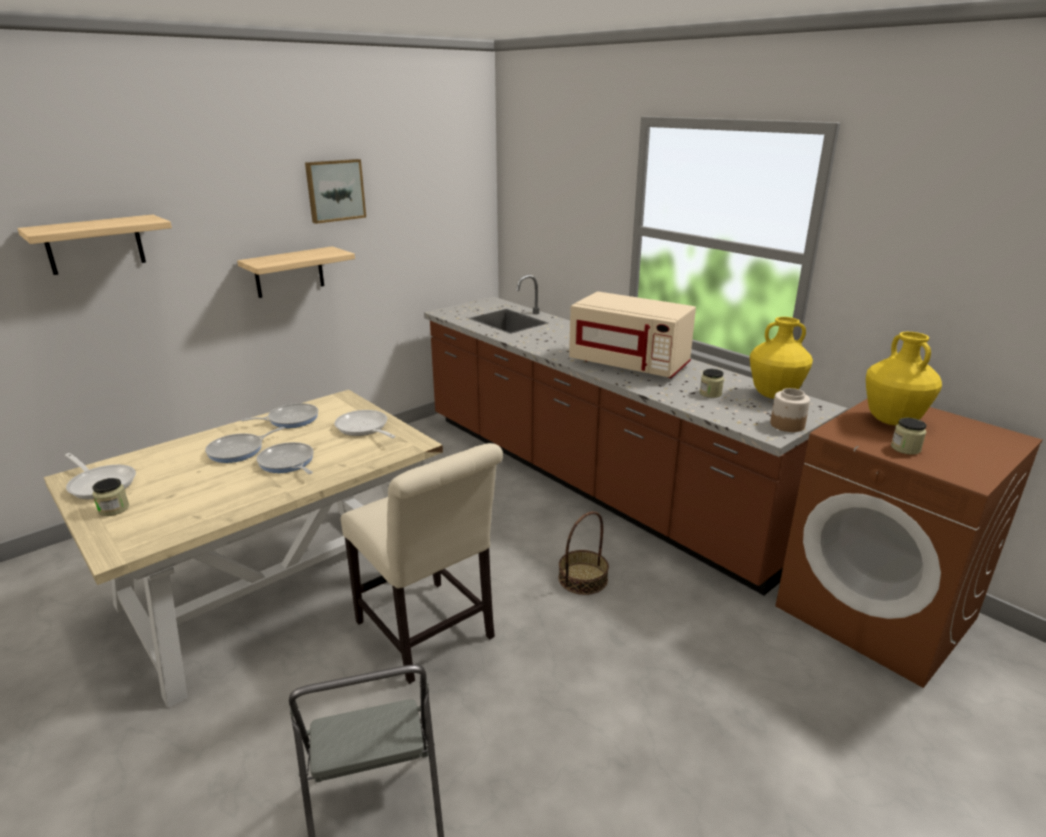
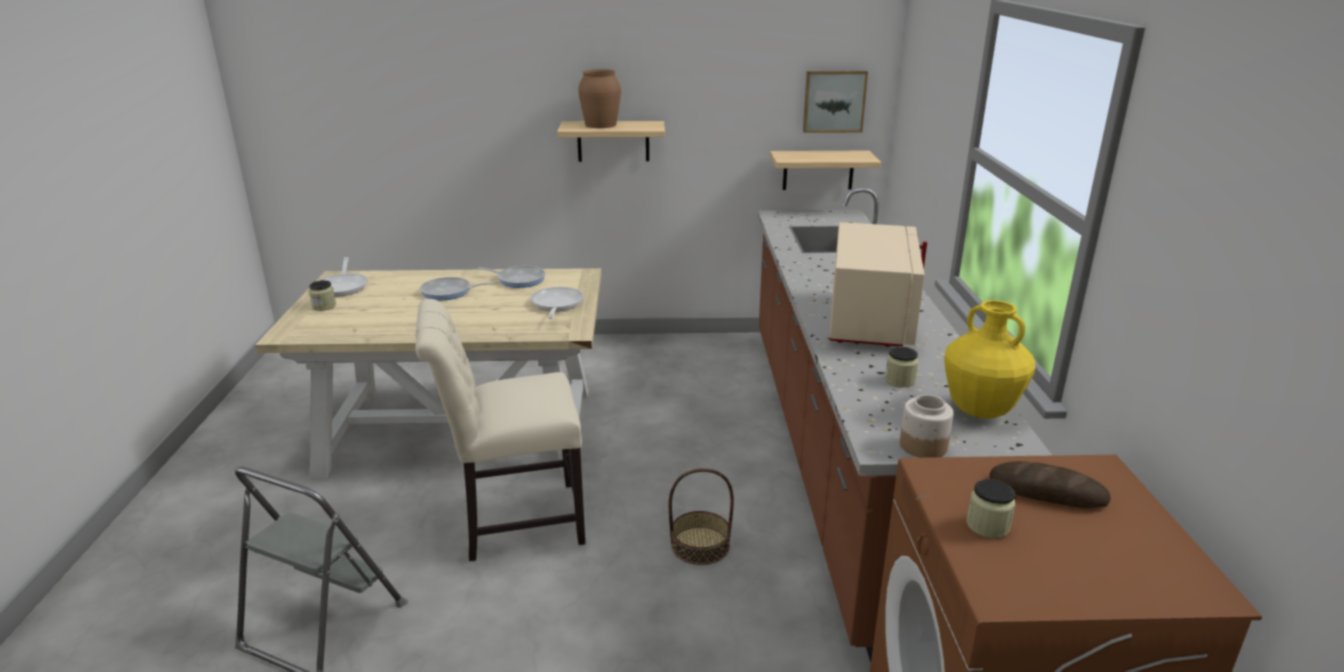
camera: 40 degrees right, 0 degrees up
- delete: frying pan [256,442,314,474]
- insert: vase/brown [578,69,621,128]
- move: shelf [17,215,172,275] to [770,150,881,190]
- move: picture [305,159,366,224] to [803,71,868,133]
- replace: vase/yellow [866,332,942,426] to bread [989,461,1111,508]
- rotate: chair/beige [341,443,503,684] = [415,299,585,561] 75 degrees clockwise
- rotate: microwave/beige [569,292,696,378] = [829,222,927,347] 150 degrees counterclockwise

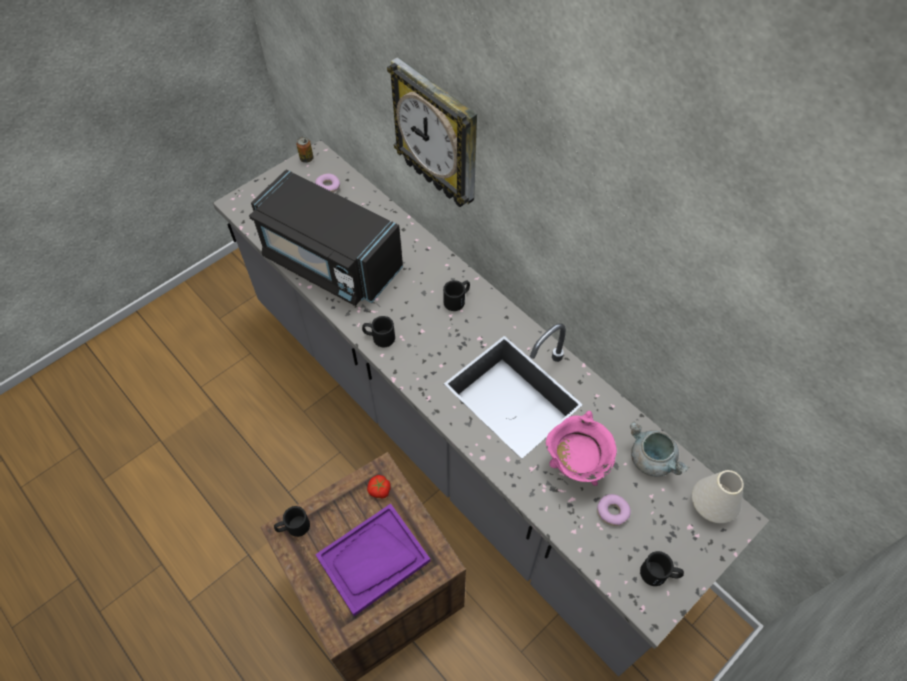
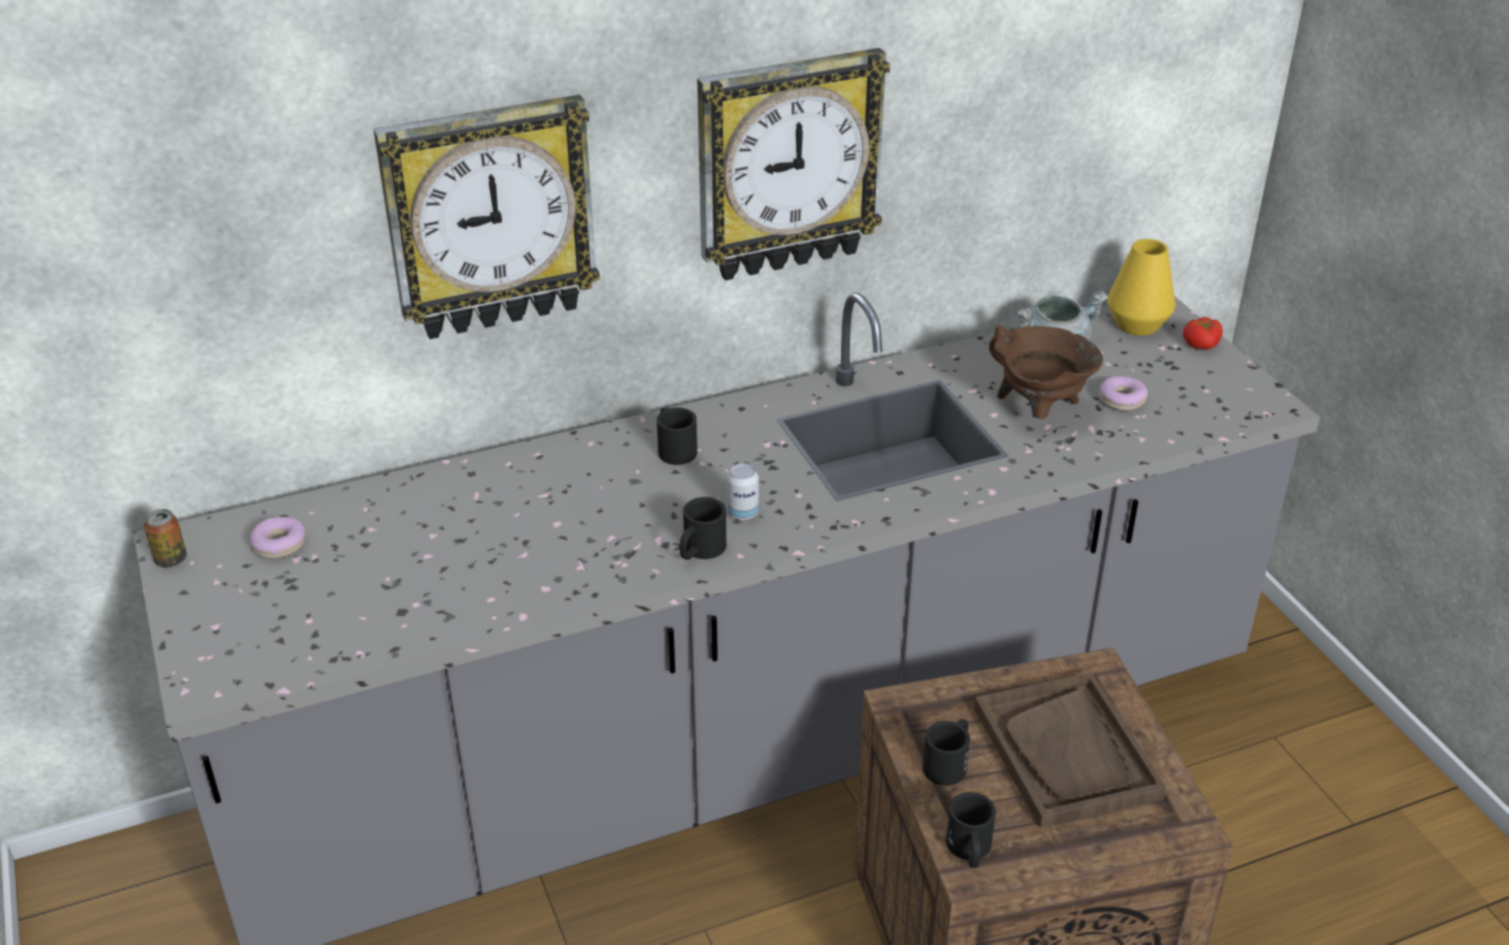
camera: 70 degrees left, 20 degrees down
- delete: microwave/black [249,169,403,306]
- insert: wall clock [697,48,890,281]
- insert: can [727,463,759,520]
- move: tomato [367,475,391,499] to [1183,317,1223,349]
- move: mug/black [640,551,684,586] to [923,719,970,786]
- recolor: tray/purple [315,504,430,616] to tray/brown [974,672,1166,828]
- recolor: cooking pot/pink [546,411,617,486] to cooking pot/brown [989,325,1103,419]
- recolor: vase/white [692,470,744,523] to vase/yellow [1107,239,1176,336]

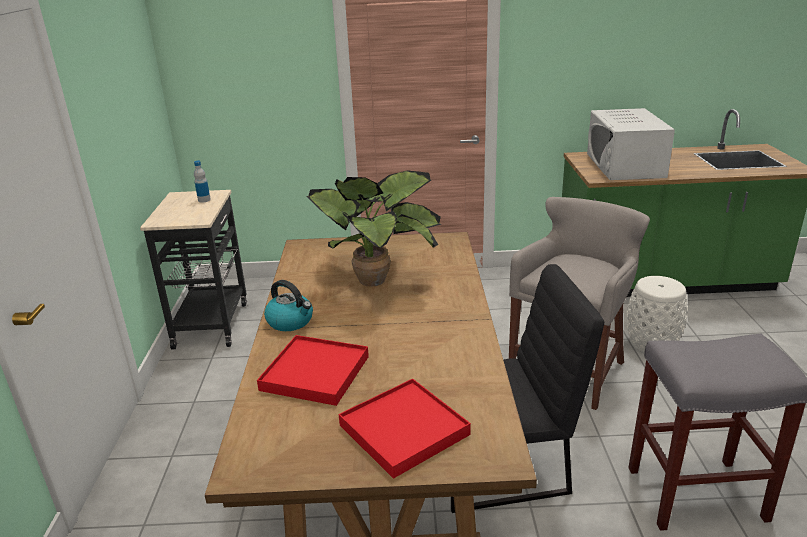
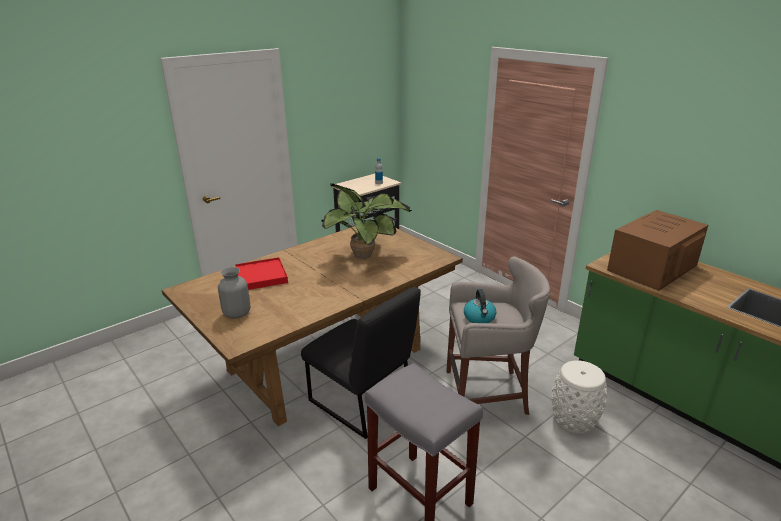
camera: 50 degrees right, 0 degrees up
- move: kettle [264,280,313,331] to [464,289,496,323]
- replace: tray/red [339,379,471,479] to vase/grey [218,267,251,318]
- recolor: microwave/white [587,108,675,180] to microwave/brown [607,210,708,291]

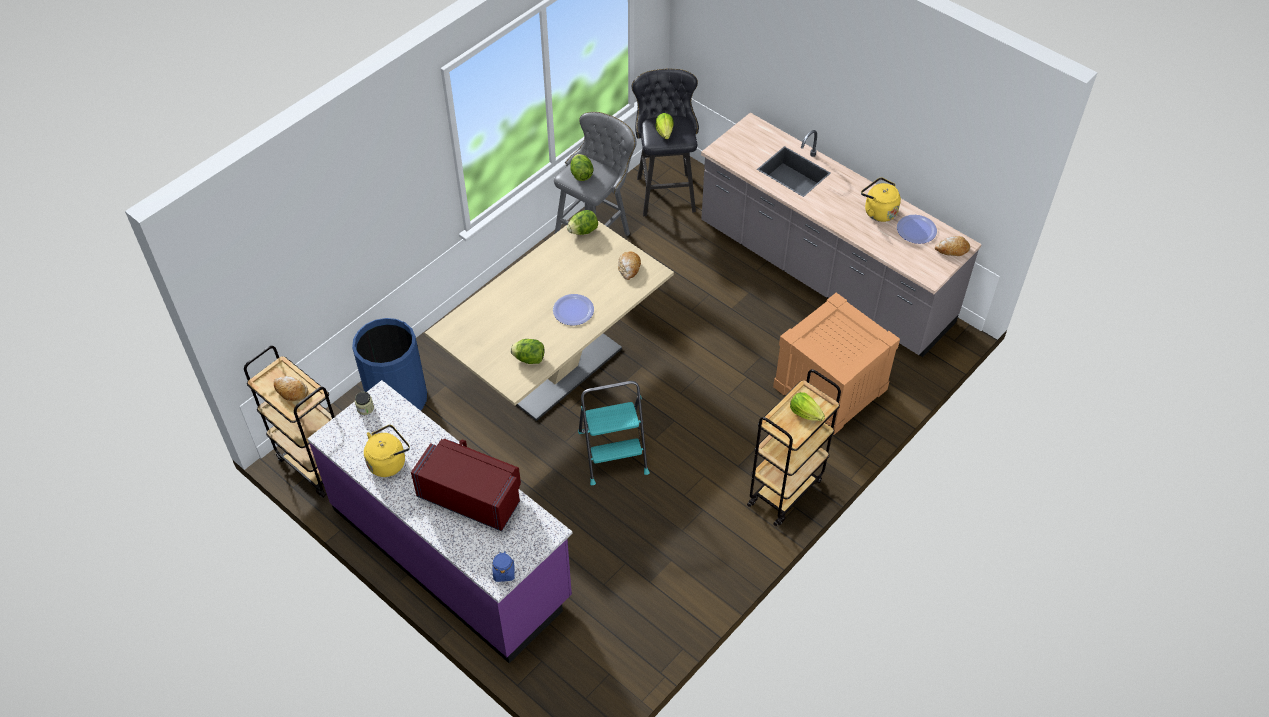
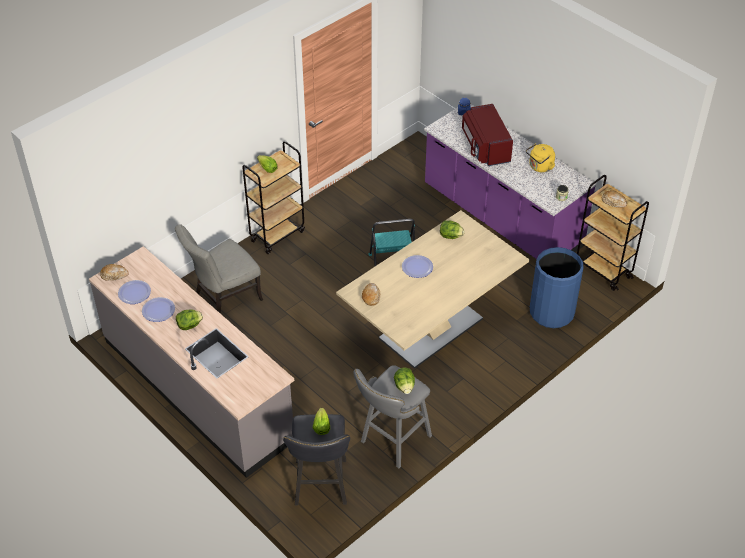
camera: 175 degrees left, 5 degrees down
- move: lettuce [567,210,598,235] to [176,309,203,330]
- replace: crate [773,292,900,435] to chair/grey [175,225,263,314]
- replace: kettle/yellow [861,177,901,222] to plate [142,297,175,322]
- rotate: microwave/red [411,439,521,532] = [462,104,513,166] 45 degrees clockwise

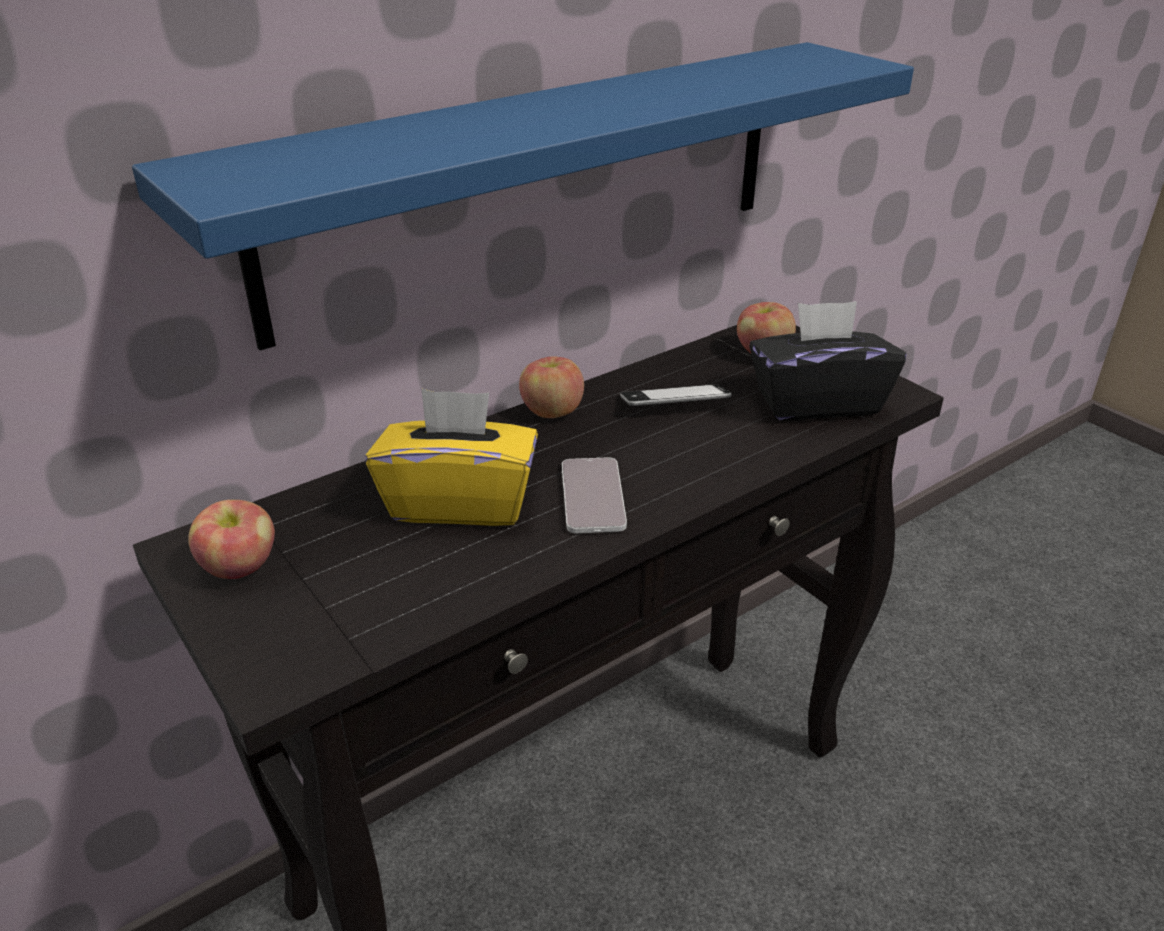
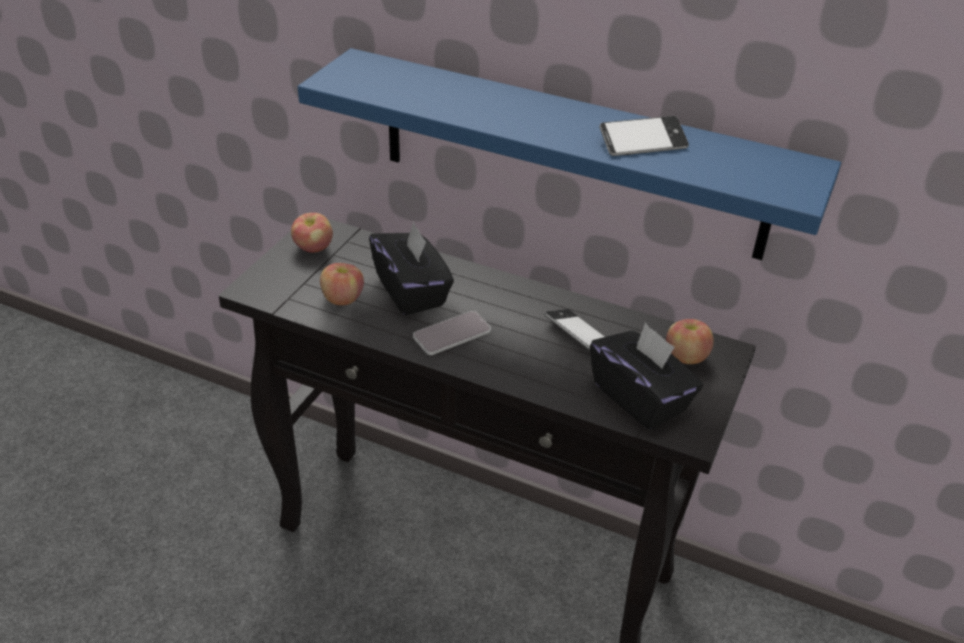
camera: 60 degrees right, 5 degrees up
- insert: phone [599,116,689,156]
- move: apple [519,356,584,418] to [320,263,364,305]
- recolor: tissue box/yellow [366,389,538,526] to tissue box/black [369,222,454,315]

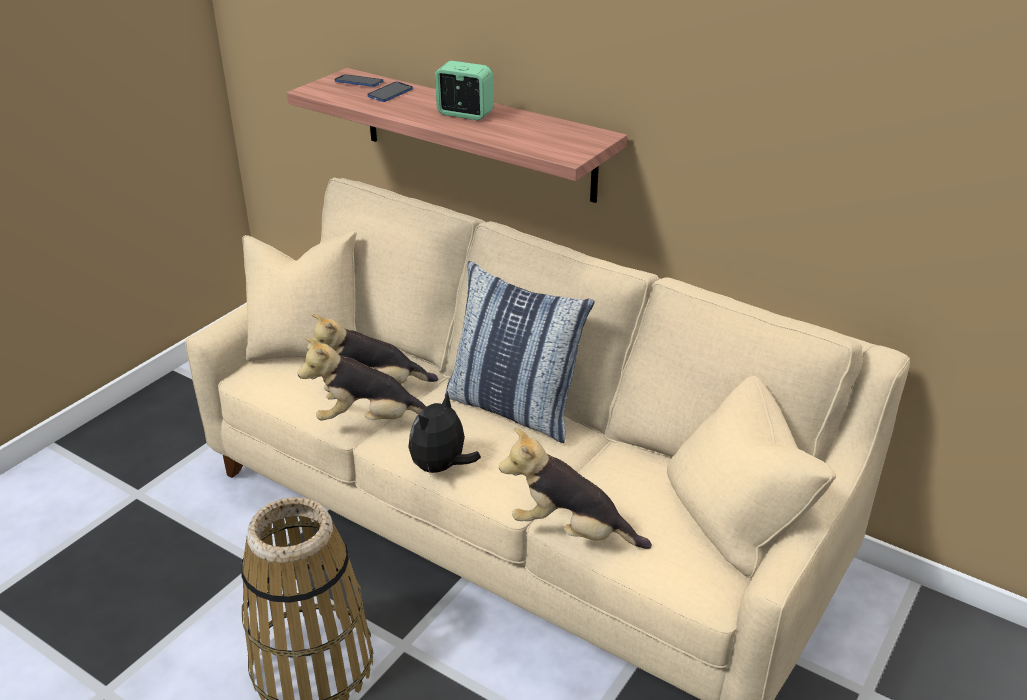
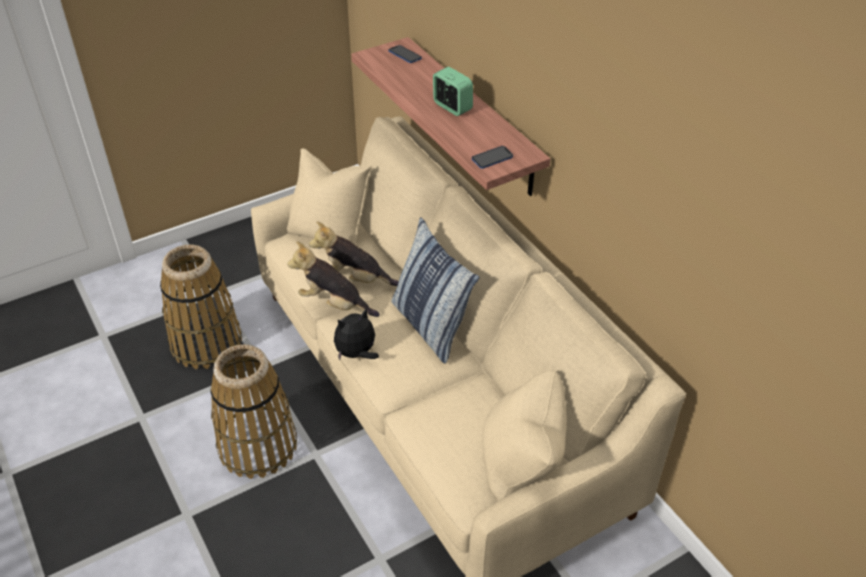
camera: 25 degrees right, 10 degrees up
- delete: plush toy [499,428,652,549]
- insert: basket [160,245,242,369]
- move: phone [368,82,413,102] to [472,146,513,169]

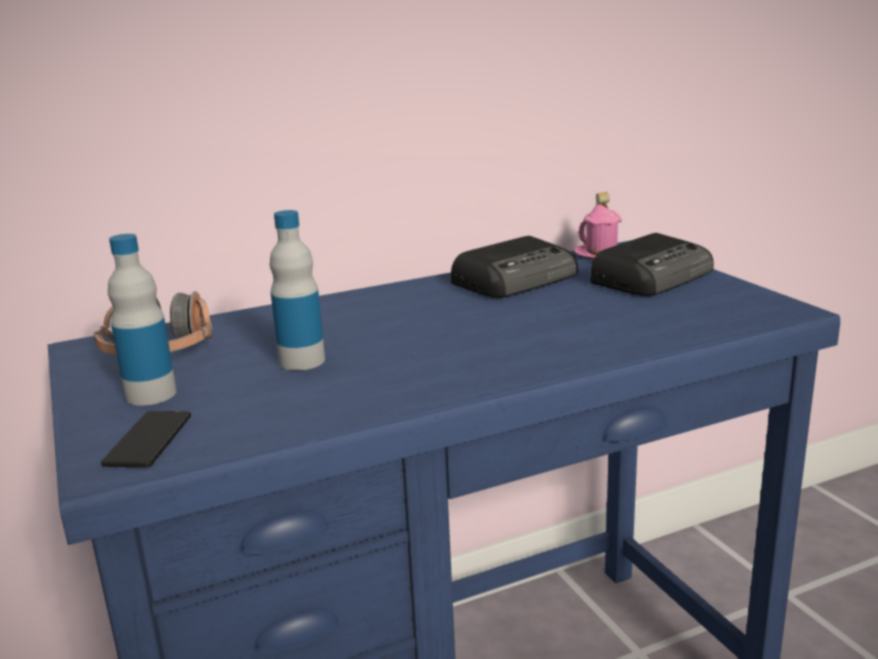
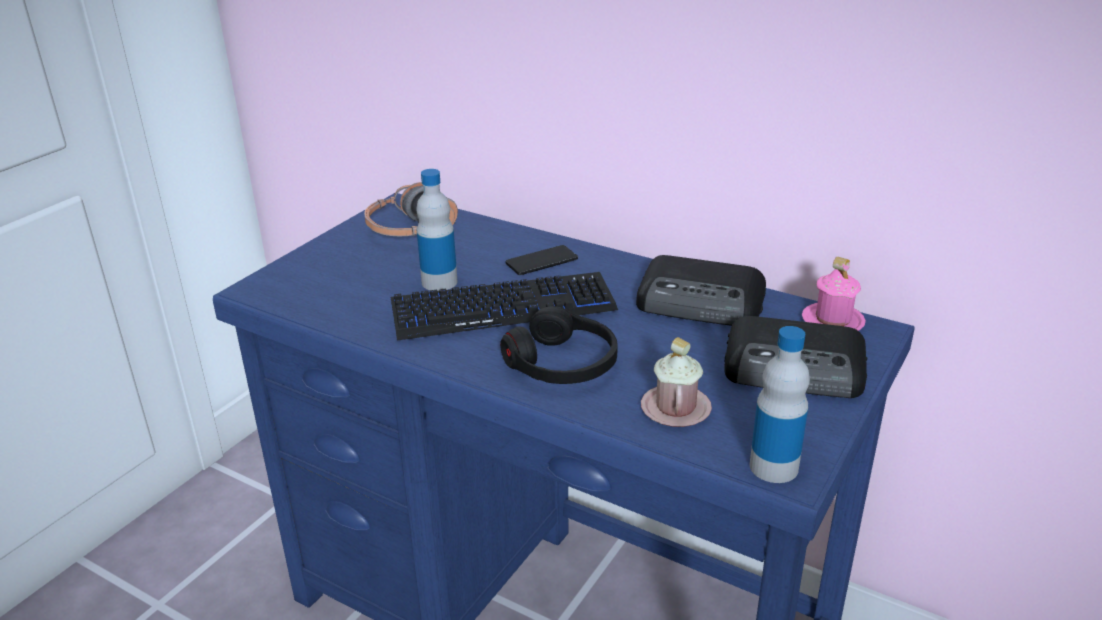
camera: 55 degrees right, 10 degrees up
- insert: keyboard [391,272,618,341]
- insert: headphones/black [500,306,618,384]
- insert: mug/pink [641,337,712,427]
- move: phone [101,411,191,467] to [505,245,578,275]
- move: bottle [108,234,177,406] to [750,326,810,483]

